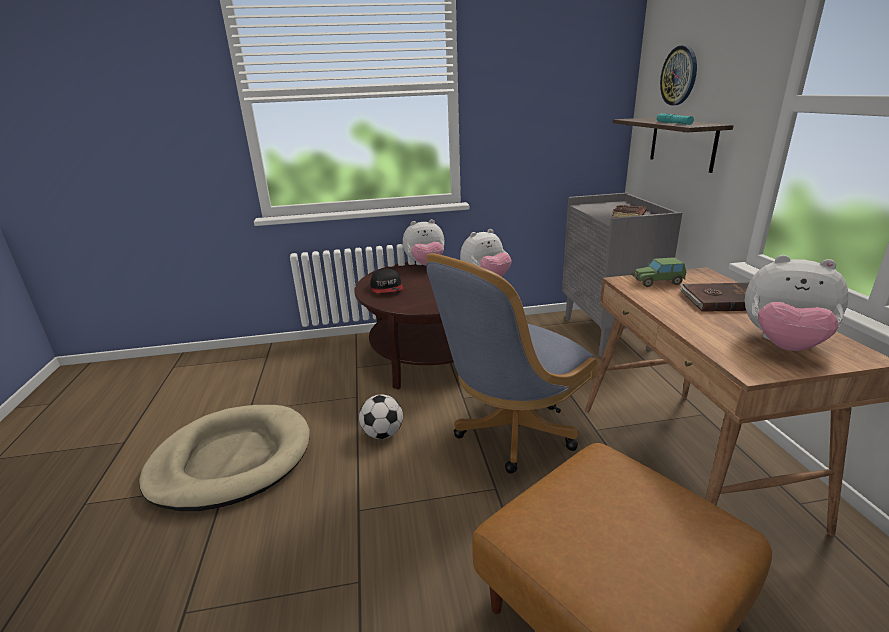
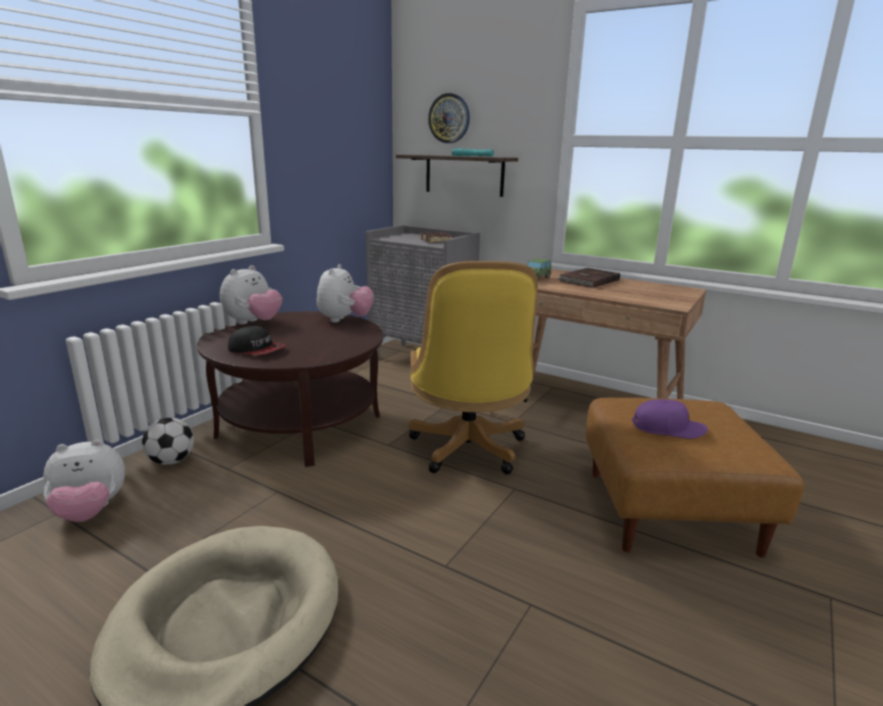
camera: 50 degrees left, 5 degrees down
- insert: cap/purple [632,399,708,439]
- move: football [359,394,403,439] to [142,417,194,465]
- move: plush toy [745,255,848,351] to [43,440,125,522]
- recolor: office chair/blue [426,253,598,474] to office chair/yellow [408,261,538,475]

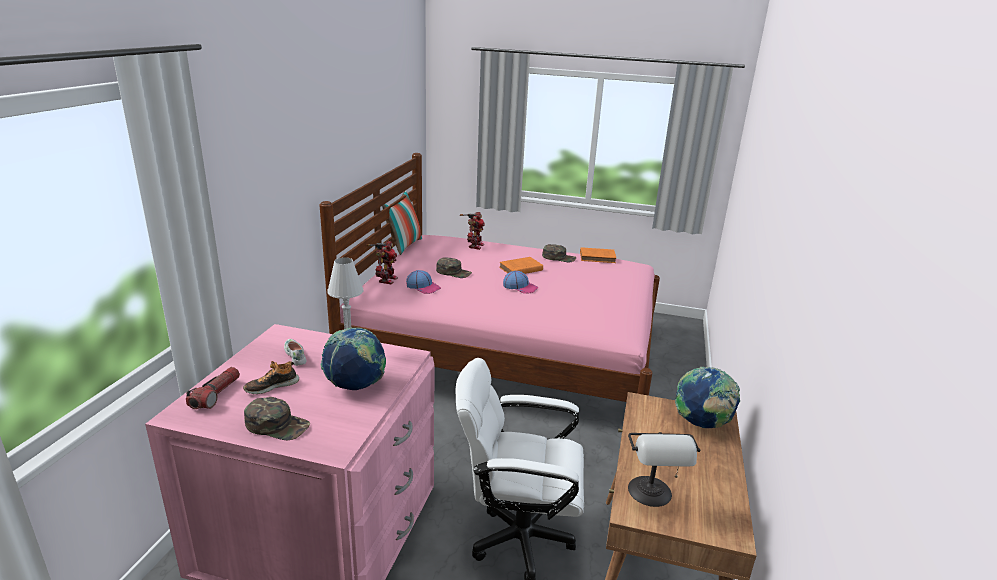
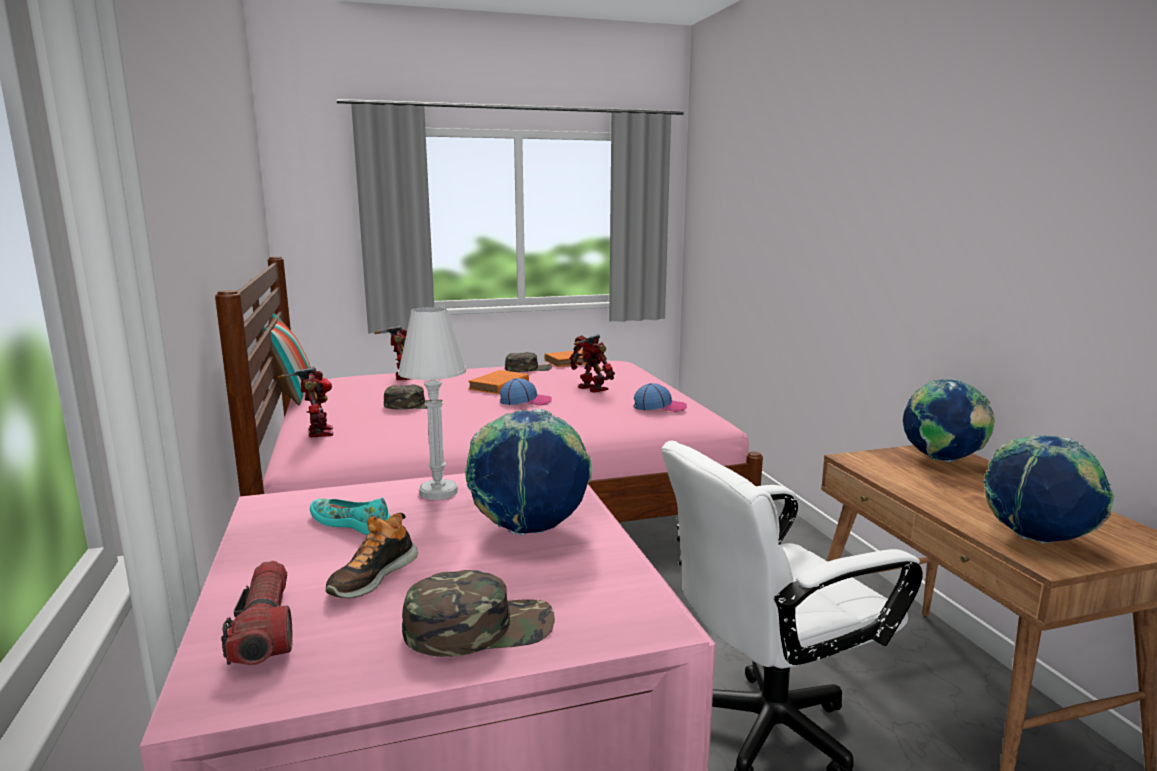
camera: 30 degrees left, 10 degrees down
- insert: toy robot [569,334,615,393]
- move: cap [406,270,441,294] to [633,383,687,412]
- replace: table lamp [628,432,700,507] to globe [983,435,1115,544]
- recolor: shoe/white [284,339,307,366] to shoe/turquoise [310,498,390,535]

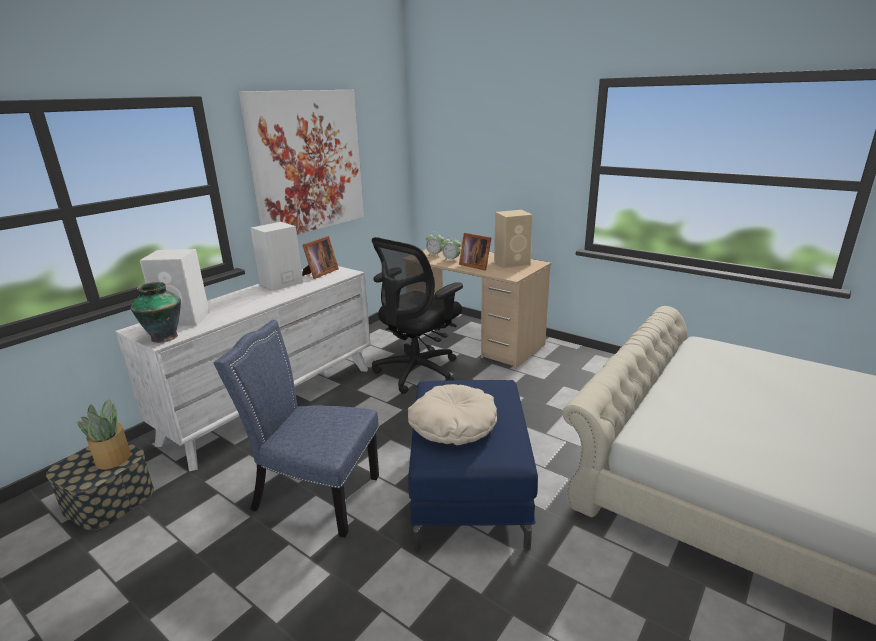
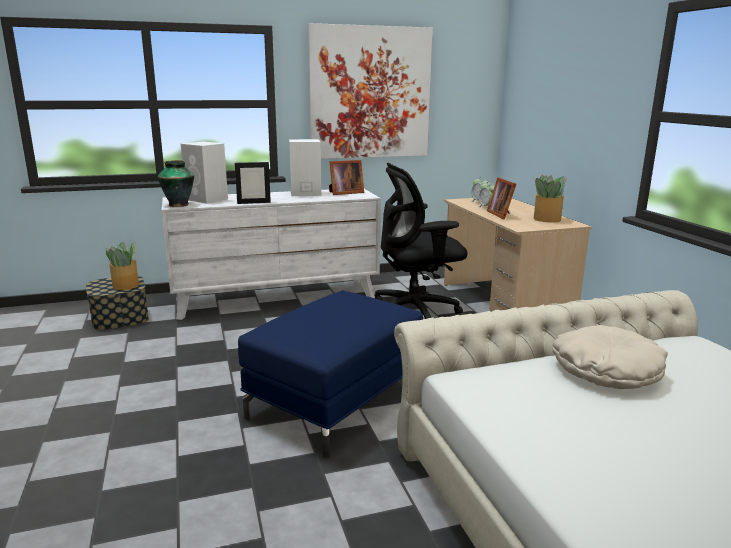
camera: 35 degrees right, 5 degrees down
- delete: chair/blue [214,320,379,538]
- insert: picture frame [235,162,271,204]
- move: pillow/beige [408,384,497,445] to [553,325,668,389]
- replace: speaker/beige [494,210,533,268] to potted plant [533,175,567,223]

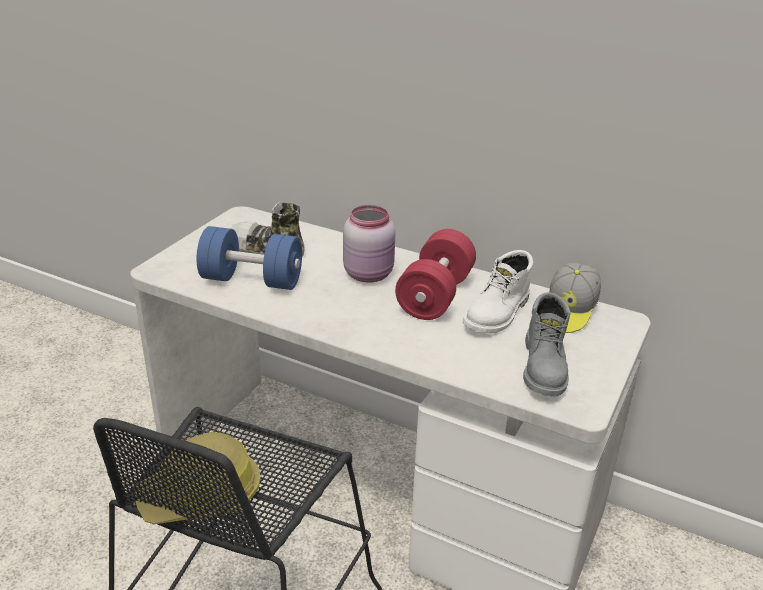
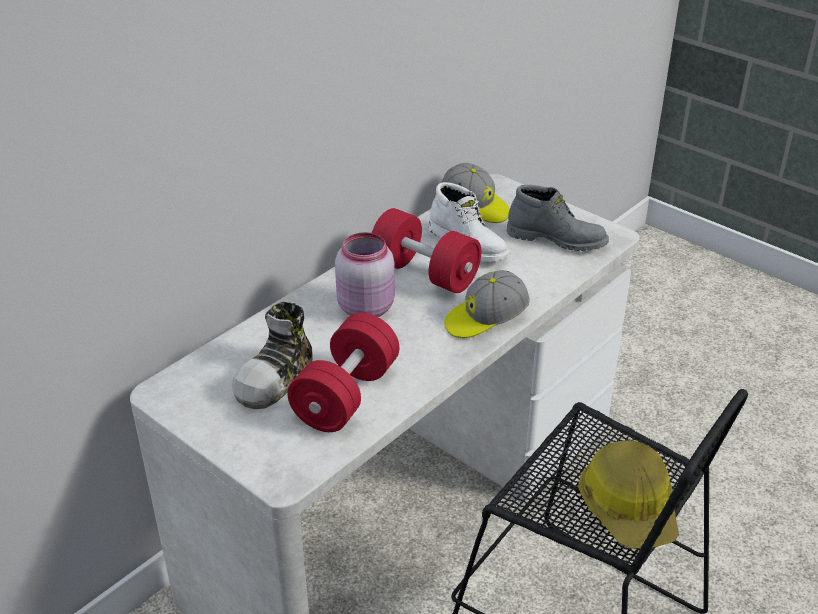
camera: 75 degrees left, 5 degrees up
- insert: cap [444,270,530,338]
- recolor: dumbbell/blue [196,226,302,290] to dumbbell/red [287,313,399,432]

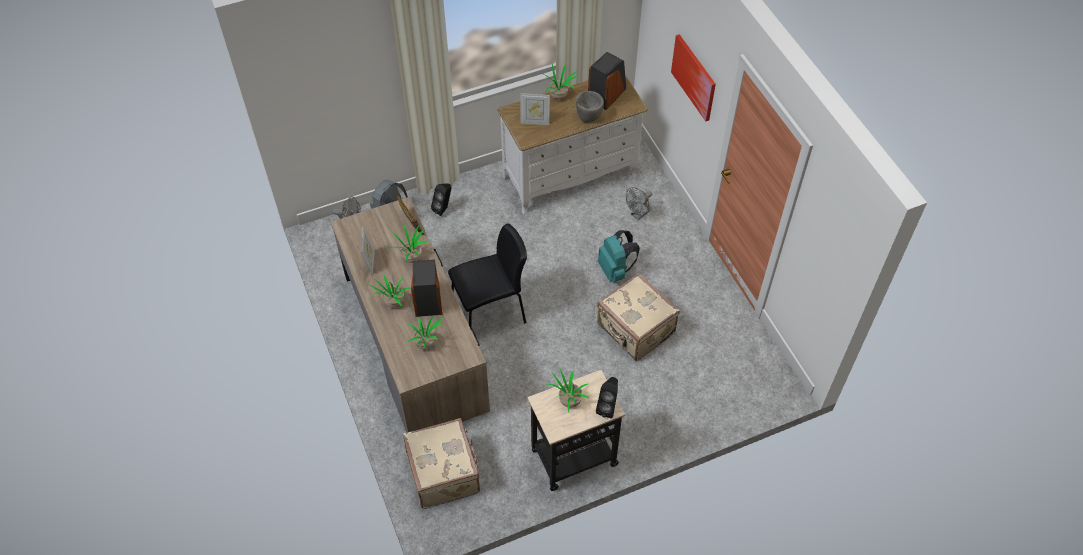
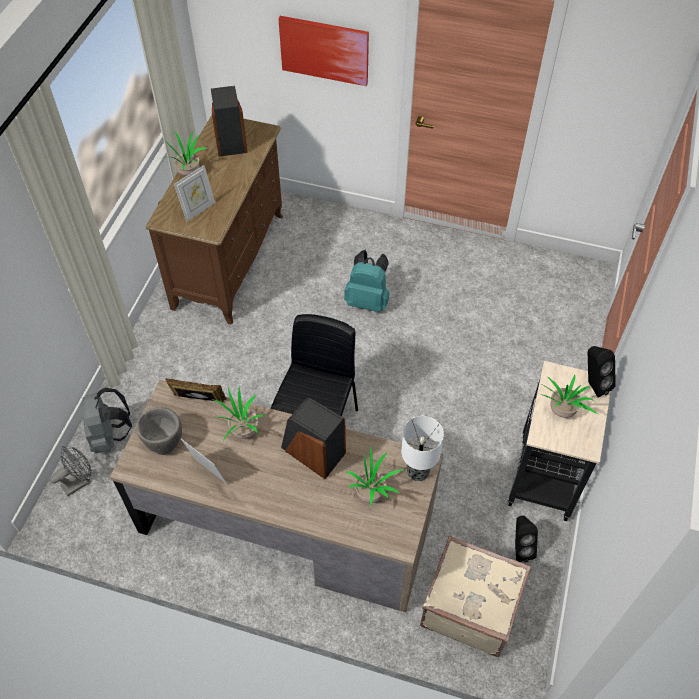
camera: 50 degrees left, 0 degrees up
- delete: potted plant [368,275,410,307]
- delete: suitcase/beige [597,273,679,361]
- delete: fan/grey [626,187,652,220]
- insert: table lamp [401,416,444,481]
- move: speaker/black [431,183,452,216] to [515,516,538,563]
- move: bowl/grey [576,91,604,123] to [136,407,182,455]
- recolor: dresser/white [497,75,648,214] to dresser/brown [146,115,283,325]

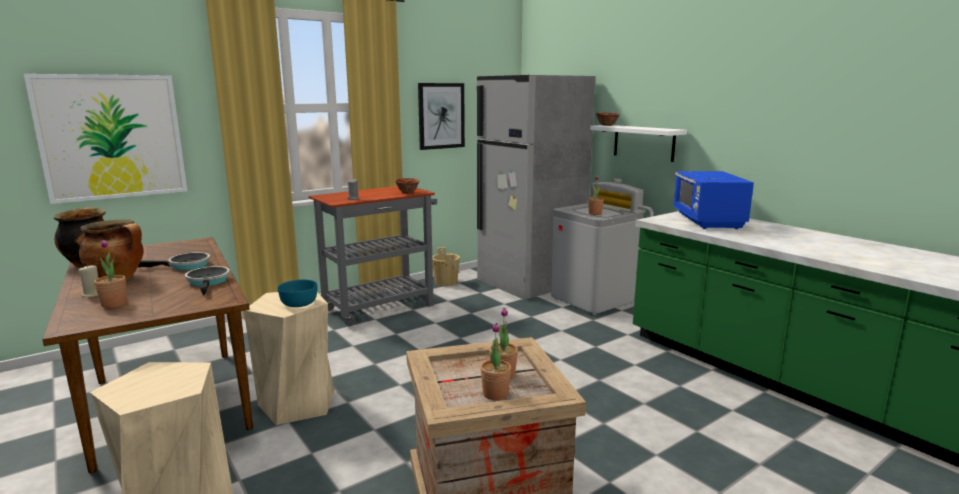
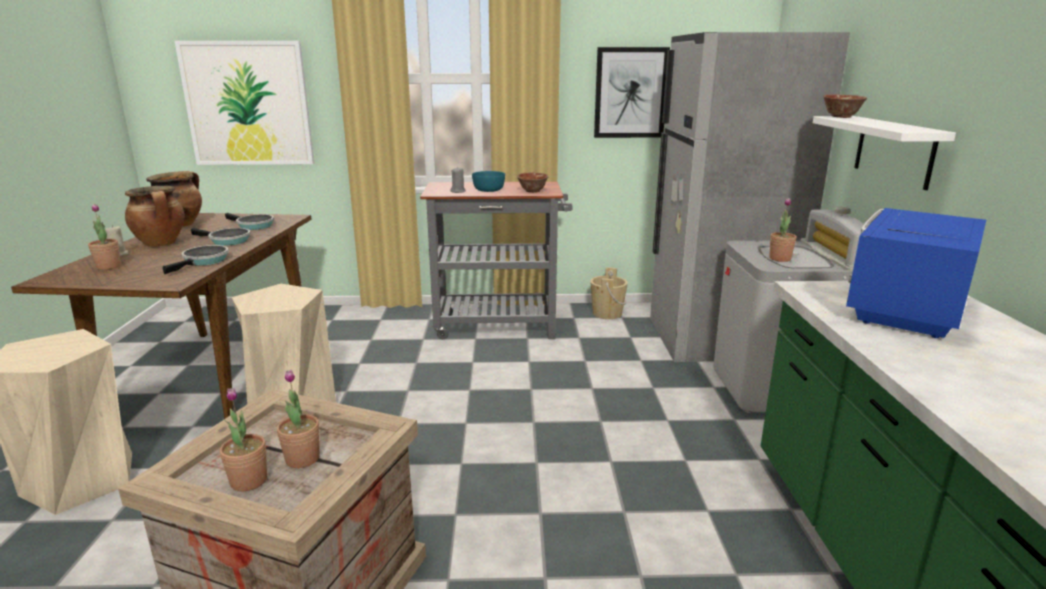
camera: 35 degrees right, 5 degrees up
- insert: frying pan [225,213,274,230]
- move: bowl/turquoise [277,279,318,307] to [472,171,505,192]

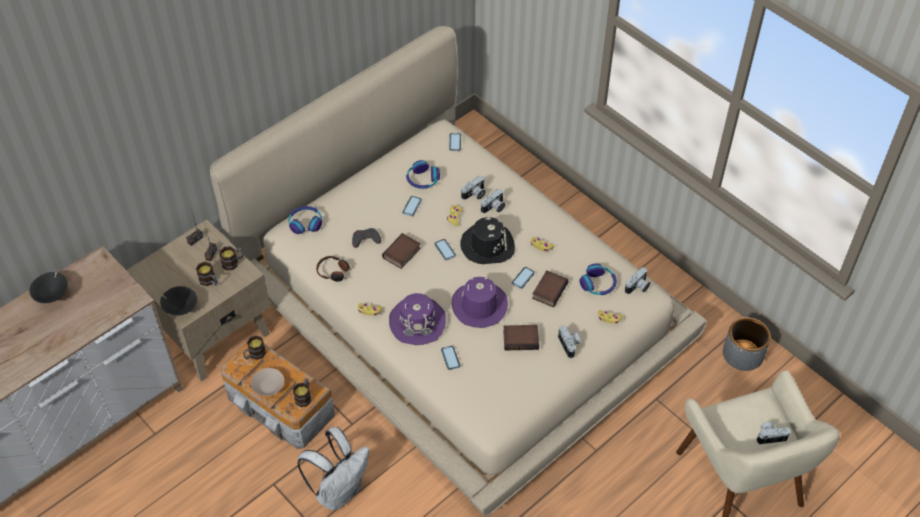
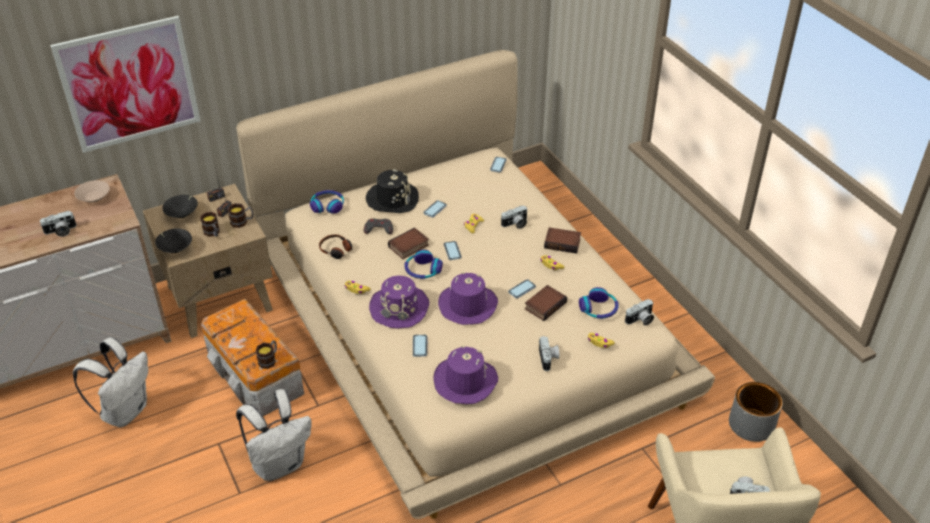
camera: 15 degrees right, 10 degrees down
- delete: mug [243,335,266,360]
- insert: picture [50,16,200,153]
- insert: backpack/white [73,337,148,427]
- insert: hat/purple [434,345,498,404]
- move: bowl/black [29,272,68,303] to [162,195,198,218]
- move: bowl/beige [251,368,284,396] to [74,180,110,203]
- move: headphones [406,160,440,189] to [405,250,443,279]
- move: hat/black [460,217,515,264] to [366,169,419,213]
- move: photo camera [461,176,486,200] to [40,211,76,237]
- move: book [503,325,539,351] to [544,227,581,253]

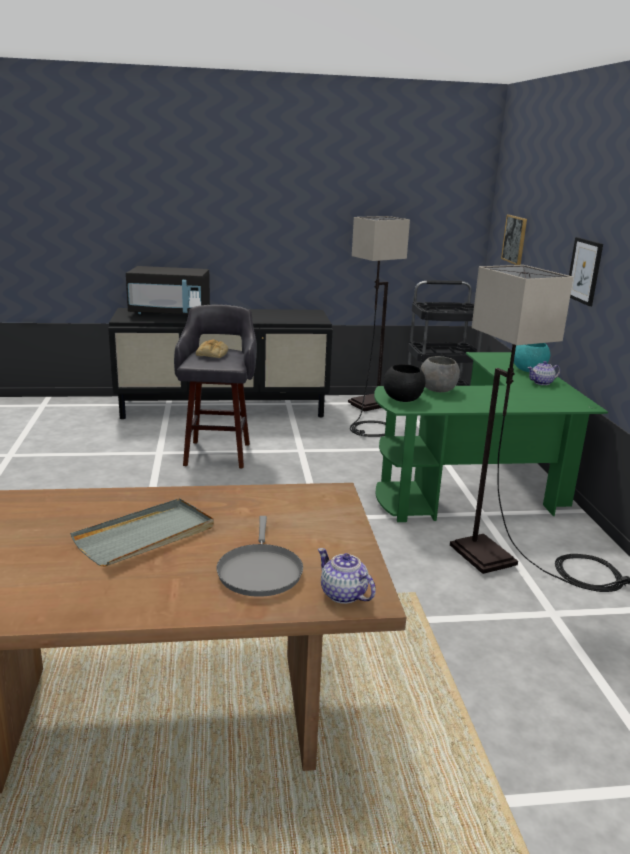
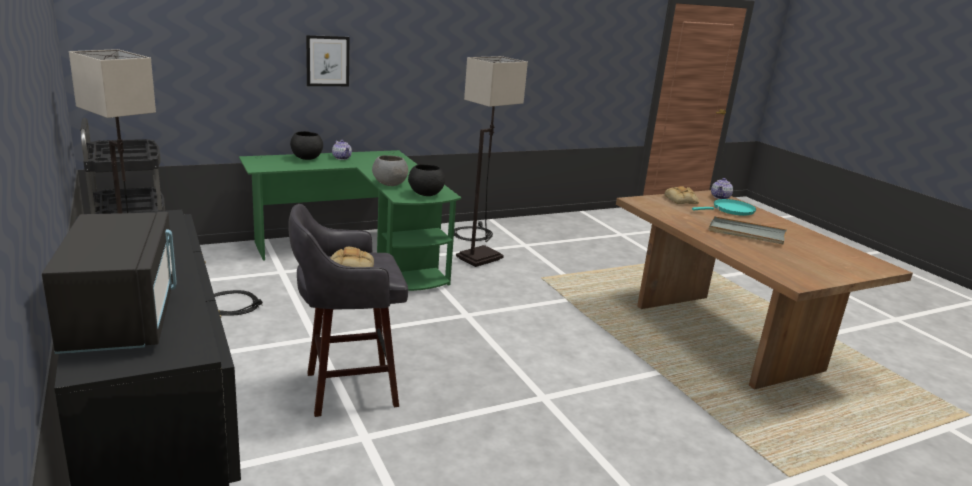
camera: 110 degrees left, 0 degrees up
- delete: picture [501,214,527,265]
- insert: bread [665,186,699,204]
- recolor: frying pan/grey [217,516,303,597] to frying pan/turquoise [692,199,756,216]
- recolor: bowl/turquoise [514,343,550,372] to bowl/black [290,131,323,160]

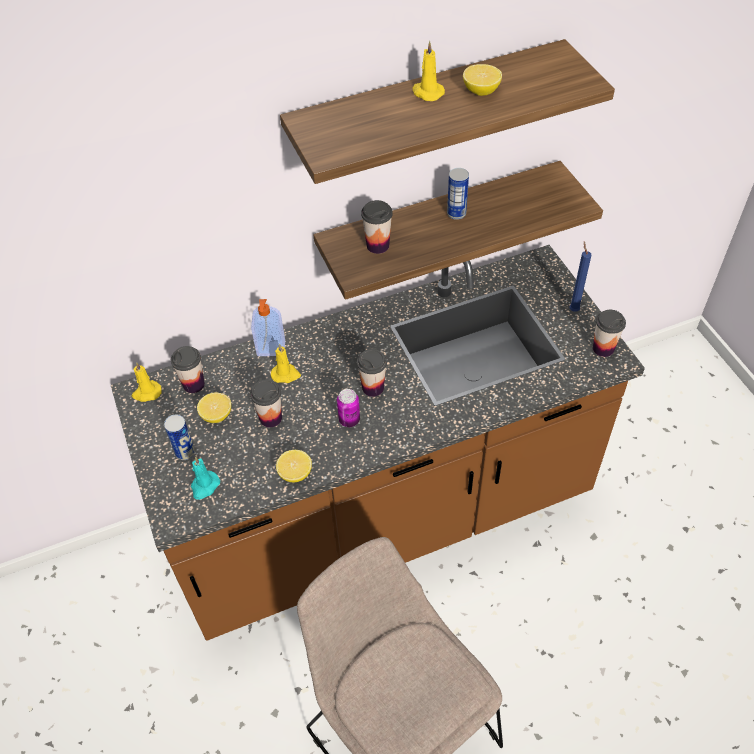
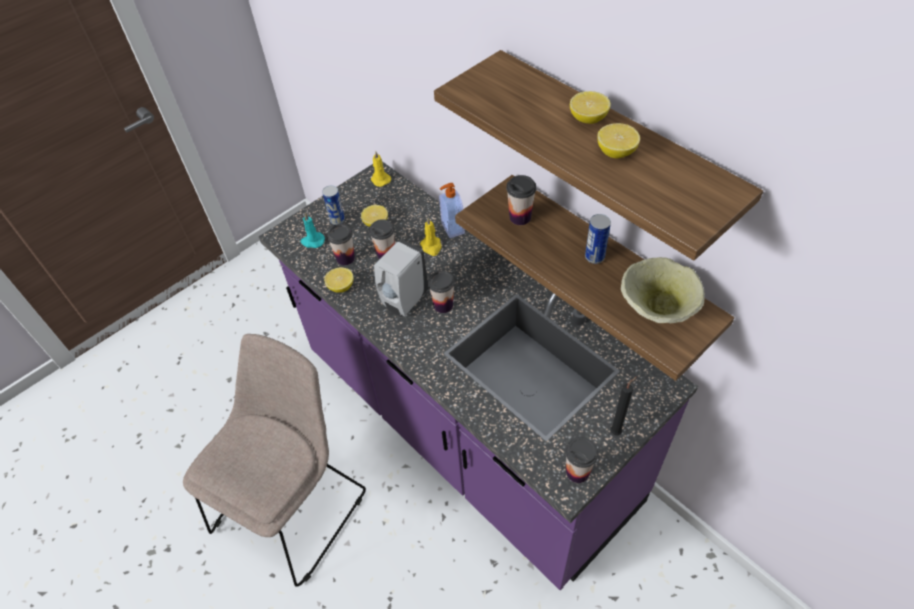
camera: 70 degrees right, 0 degrees up
- insert: bowl/beige [621,257,705,323]
- move: cup [171,346,205,393] to [327,224,355,265]
- replace: can [337,389,360,427] to soap dispenser/white [374,239,428,316]
- replace: candle/yellow [412,41,445,101] to lemon [570,91,611,124]
- recolor: counter/brown [111,245,645,641] to counter/purple [259,161,698,590]
- recolor: candle/blue [569,241,592,312] to candle/black [610,376,637,436]

